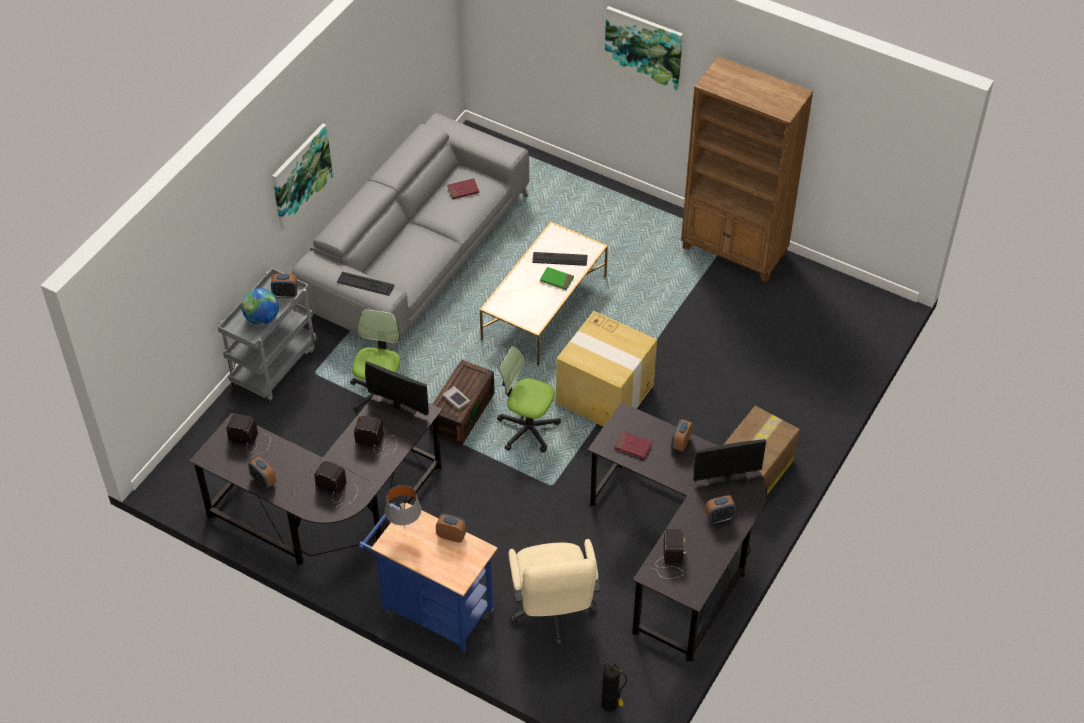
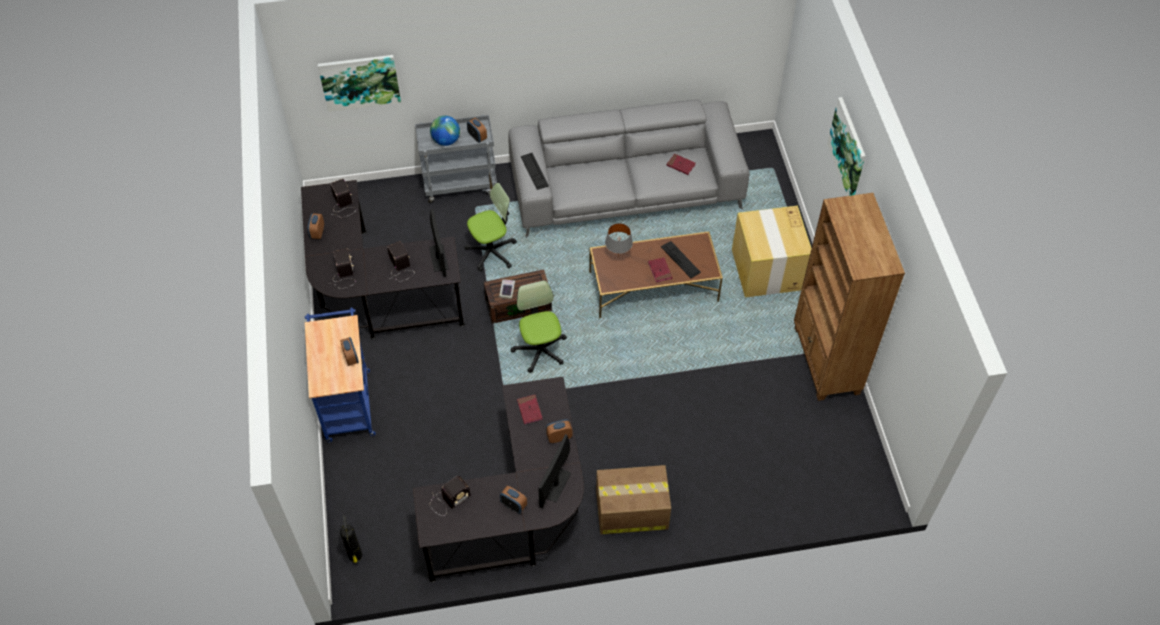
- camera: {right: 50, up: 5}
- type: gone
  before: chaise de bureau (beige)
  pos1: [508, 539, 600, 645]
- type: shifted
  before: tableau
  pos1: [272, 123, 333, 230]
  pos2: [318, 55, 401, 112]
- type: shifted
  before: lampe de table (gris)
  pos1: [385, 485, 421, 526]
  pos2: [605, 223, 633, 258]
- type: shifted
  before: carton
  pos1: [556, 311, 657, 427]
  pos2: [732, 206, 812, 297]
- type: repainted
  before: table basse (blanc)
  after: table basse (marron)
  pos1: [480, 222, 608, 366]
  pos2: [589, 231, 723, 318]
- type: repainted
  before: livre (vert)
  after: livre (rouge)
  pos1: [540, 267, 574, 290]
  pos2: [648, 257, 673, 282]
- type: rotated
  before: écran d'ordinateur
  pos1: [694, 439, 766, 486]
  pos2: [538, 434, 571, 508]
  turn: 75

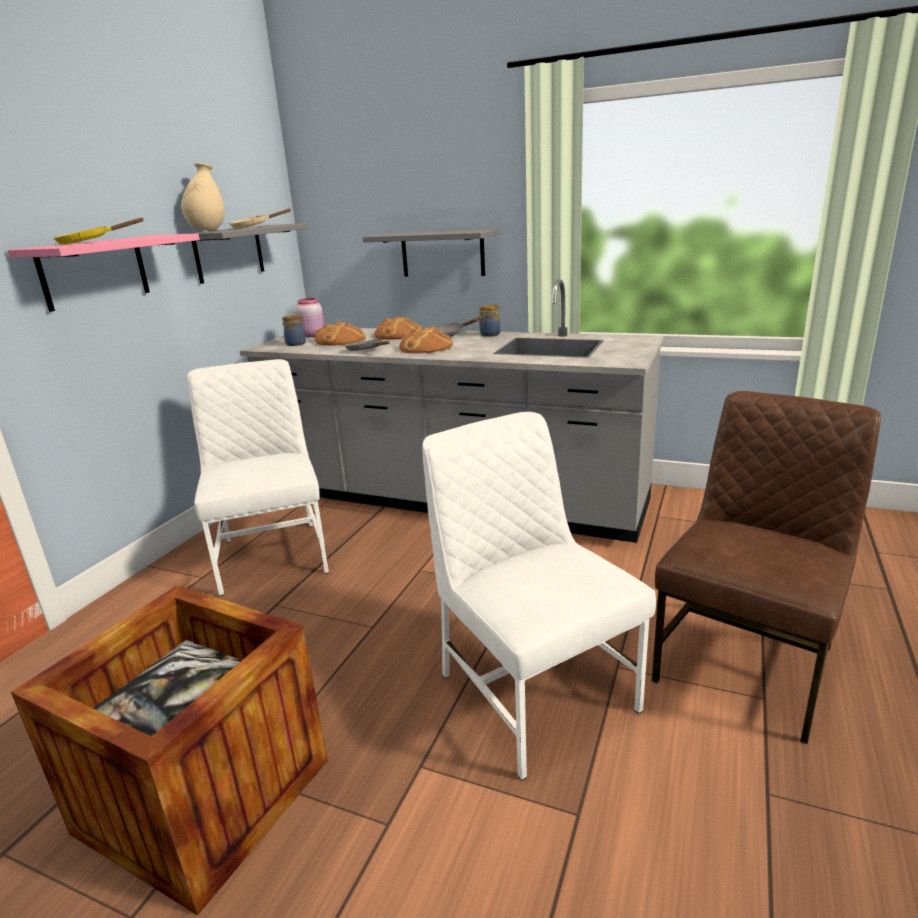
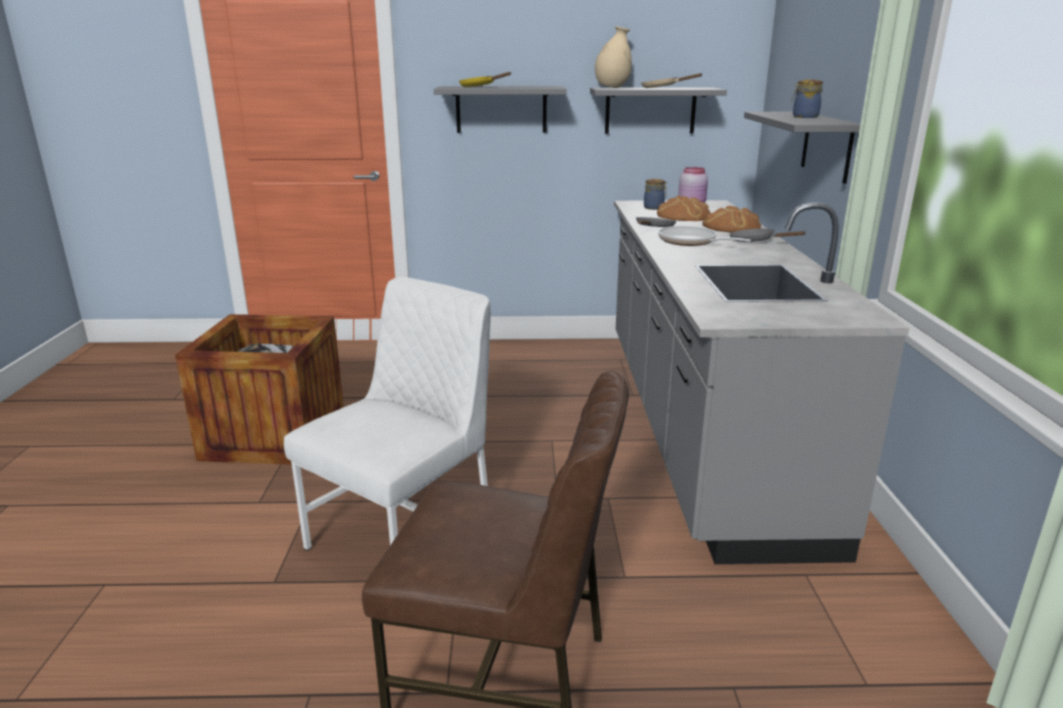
- camera: {right: 65, up: 0}
- type: gone
  before: chaise (blanc)
  pos1: [187, 359, 329, 596]
- type: shifted
  before: bocal
  pos1: [479, 305, 500, 337]
  pos2: [791, 80, 823, 118]
- type: swapped
  before: pain
  after: poêle
  pos1: [399, 326, 453, 353]
  pos2: [658, 226, 751, 246]
- type: repainted
  before: étagère (rose)
  after: étagère (gris)
  pos1: [7, 233, 200, 312]
  pos2: [434, 86, 567, 133]

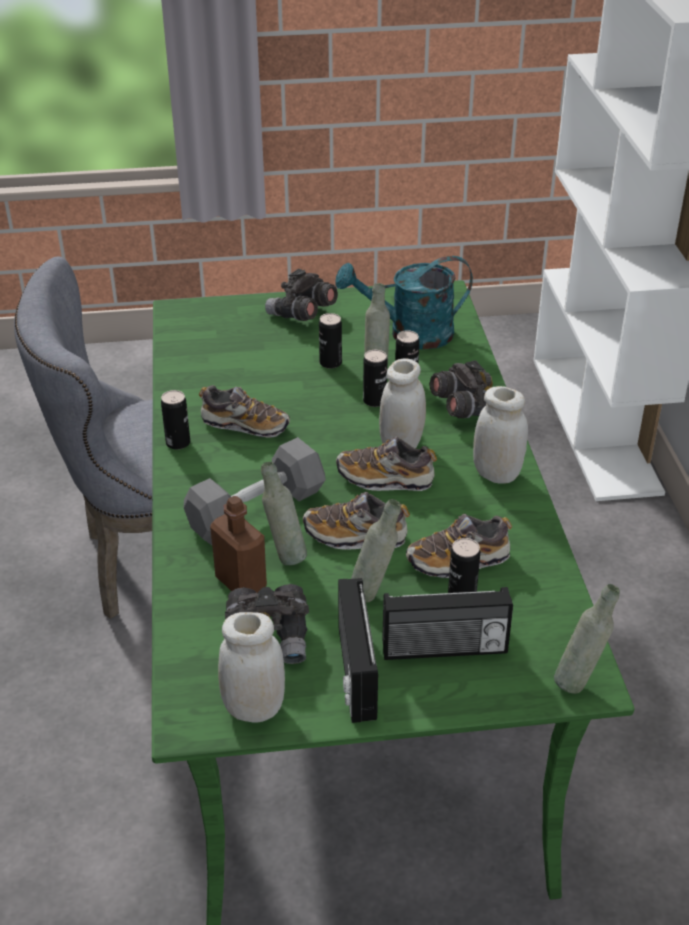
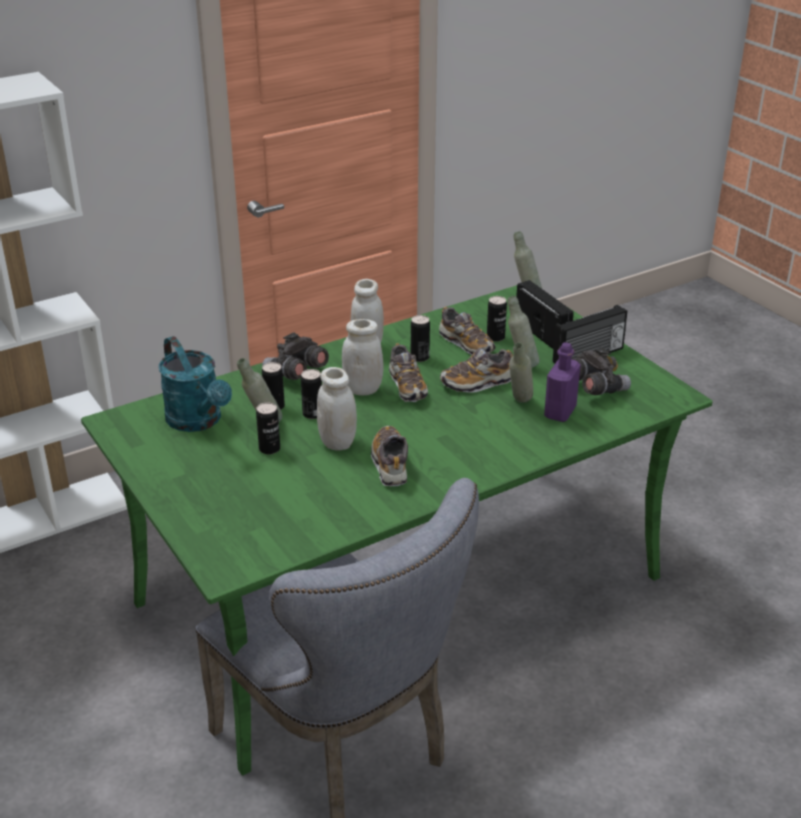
- camera: {right: -115, up: -5}
- type: gone
  before: haltère (gris)
  pos1: [184, 437, 326, 545]
- type: gone
  before: jumelles (gris)
  pos1: [265, 269, 338, 321]
- type: shifted
  before: boîte métallique
  pos1: [161, 390, 190, 450]
  pos2: [411, 315, 430, 362]
- type: shifted
  before: bocal (blanc)
  pos1: [218, 612, 285, 723]
  pos2: [317, 367, 357, 451]
- type: repainted
  before: bouteille (marron)
  after: bouteille (violet)
  pos1: [210, 496, 267, 593]
  pos2: [544, 342, 581, 422]
- type: rotated
  before: chaussure
  pos1: [303, 492, 410, 550]
  pos2: [440, 348, 513, 393]
  turn: 90

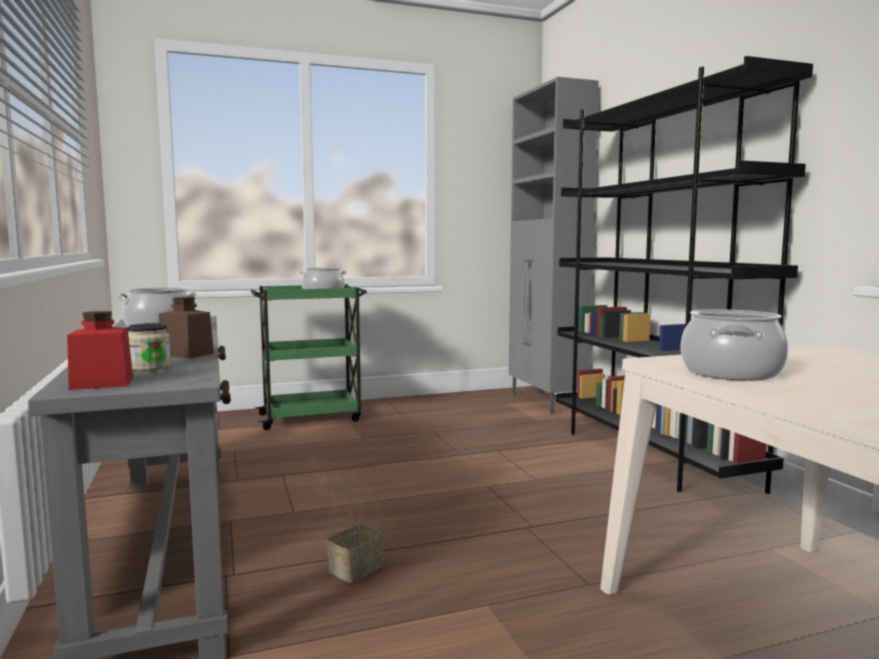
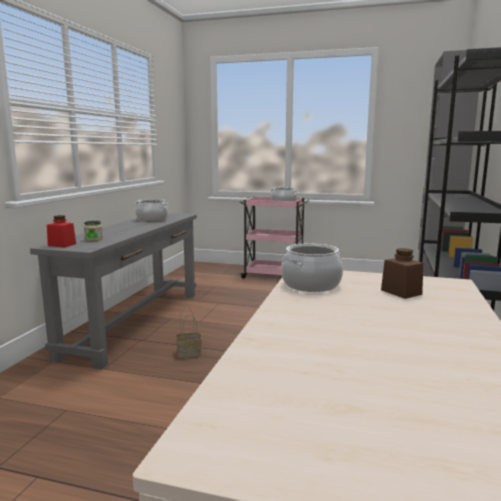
- camera: {right: 35, up: 5}
- type: shifted
  before: bocal (marron)
  pos1: [159, 297, 214, 359]
  pos2: [381, 248, 423, 299]
- type: repainted
  before: chariot (vert)
  after: chariot (rose)
  pos1: [251, 284, 367, 430]
  pos2: [239, 196, 309, 279]

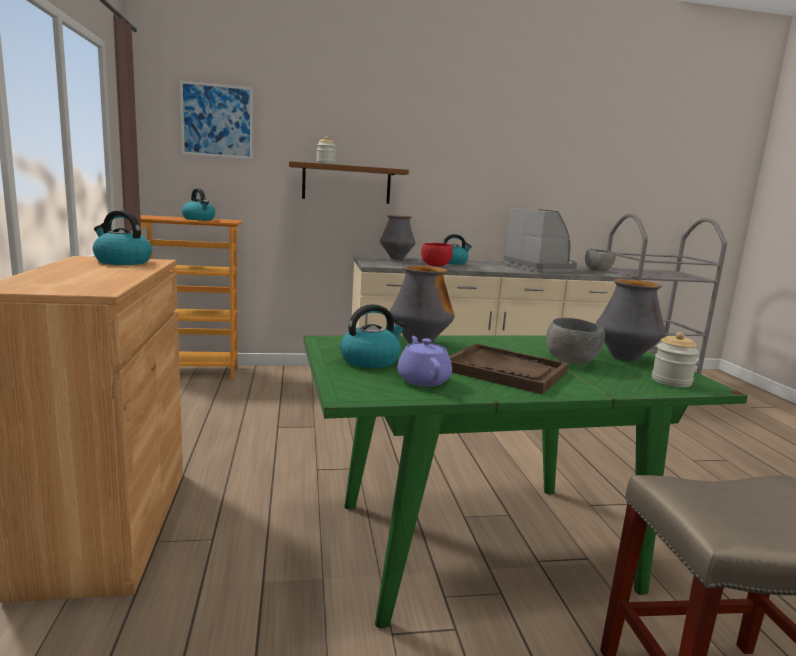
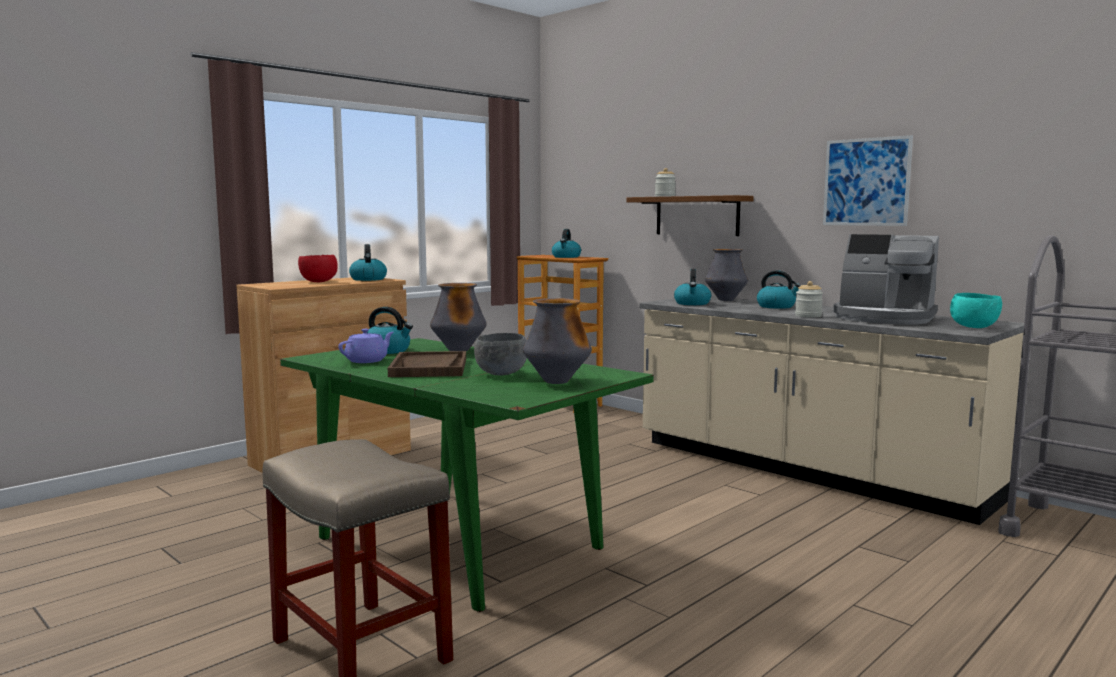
- camera: {right: 55, up: -5}
- type: new
  after: bouilloire
  pos2: [674, 269, 711, 305]
- type: shifted
  before: tableau
  pos1: [180, 81, 253, 159]
  pos2: [823, 135, 913, 226]
- type: shifted
  before: bol (rouge)
  pos1: [421, 243, 453, 267]
  pos2: [298, 255, 338, 282]
- type: shifted
  before: bocal
  pos1: [652, 332, 699, 387]
  pos2: [795, 281, 823, 318]
- type: repainted
  before: bol (gris)
  after: bol (turquoise)
  pos1: [585, 249, 616, 271]
  pos2: [950, 293, 1002, 328]
- type: rotated
  before: machine à café
  pos1: [504, 208, 577, 272]
  pos2: [833, 234, 939, 324]
  turn: 90

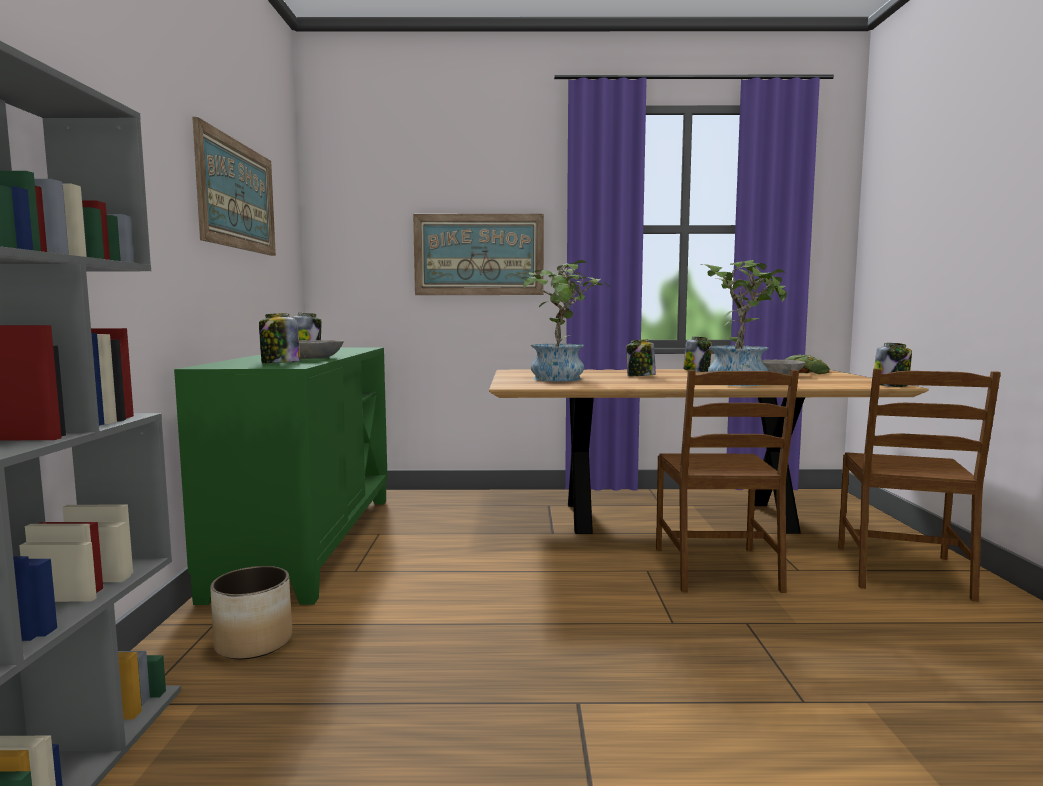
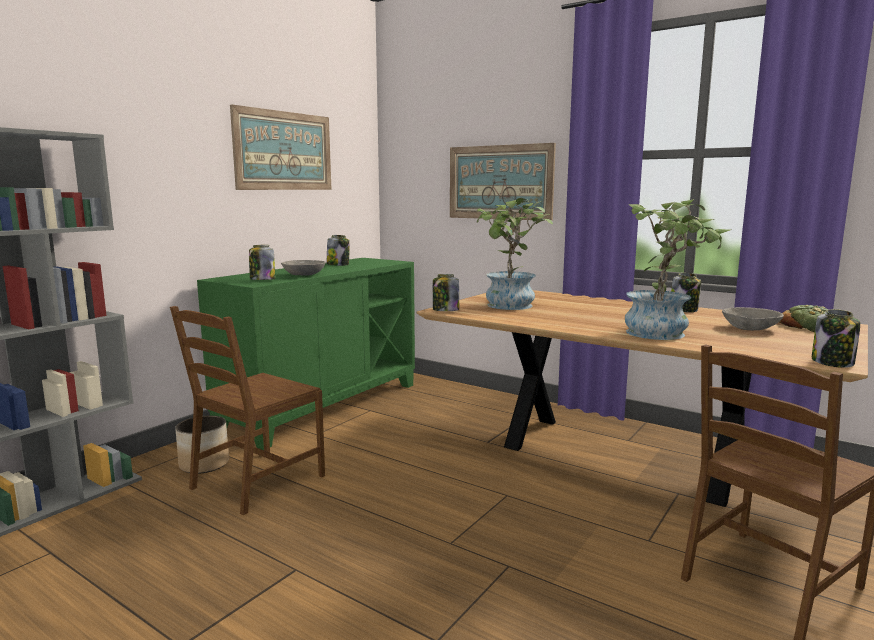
- camera: {right: 35, up: 5}
- type: shifted
  before: bocal
  pos1: [626, 339, 656, 376]
  pos2: [433, 274, 459, 311]
- type: shifted
  before: chaise (marron)
  pos1: [656, 370, 799, 593]
  pos2: [170, 306, 325, 515]

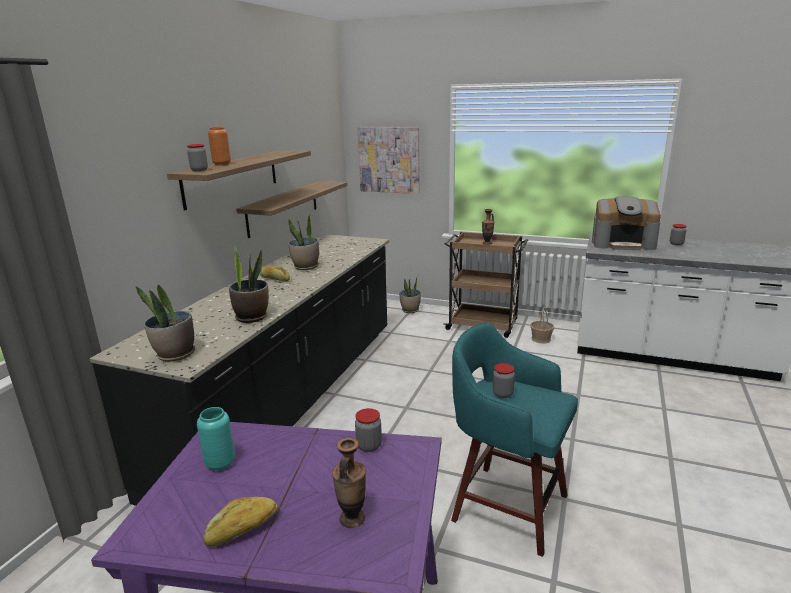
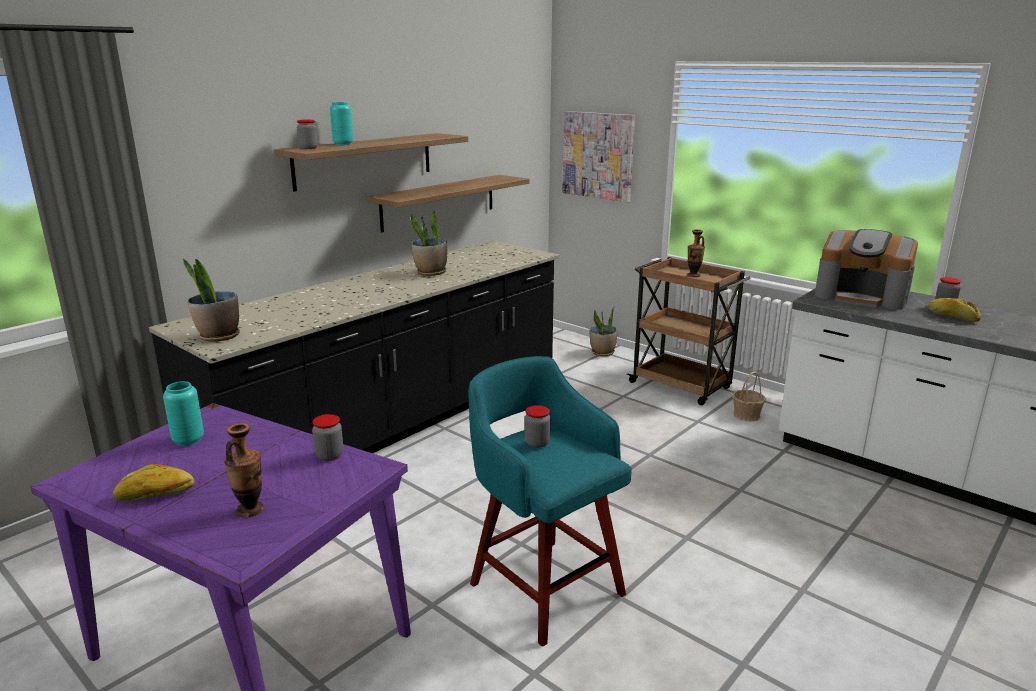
- camera: {right: 20, up: 0}
- type: gone
  before: plante en pot
  pos1: [229, 246, 269, 323]
- type: shifted
  before: pain
  pos1: [260, 266, 290, 282]
  pos2: [928, 298, 981, 322]
- type: repainted
  before: vase (orange)
  after: vase (turquoise)
  pos1: [208, 127, 231, 165]
  pos2: [330, 102, 353, 145]

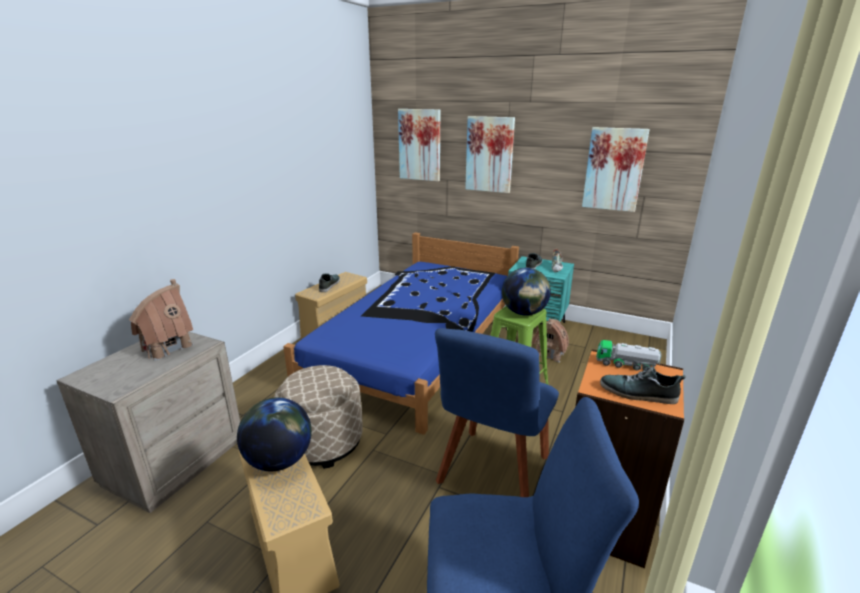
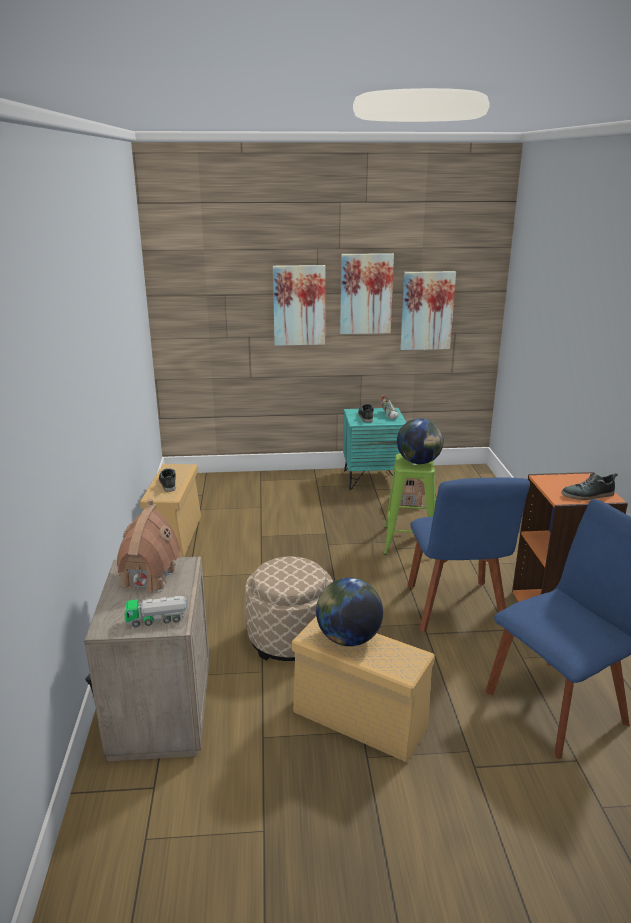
- camera: {right: -30, up: 0}
- type: gone
  before: lit (bleu)
  pos1: [283, 233, 519, 435]
- type: shifted
  before: tableau
  pos1: [398, 109, 440, 181]
  pos2: [340, 253, 394, 334]
- type: shifted
  before: camion jouet
  pos1: [596, 340, 662, 371]
  pos2: [124, 596, 188, 627]

